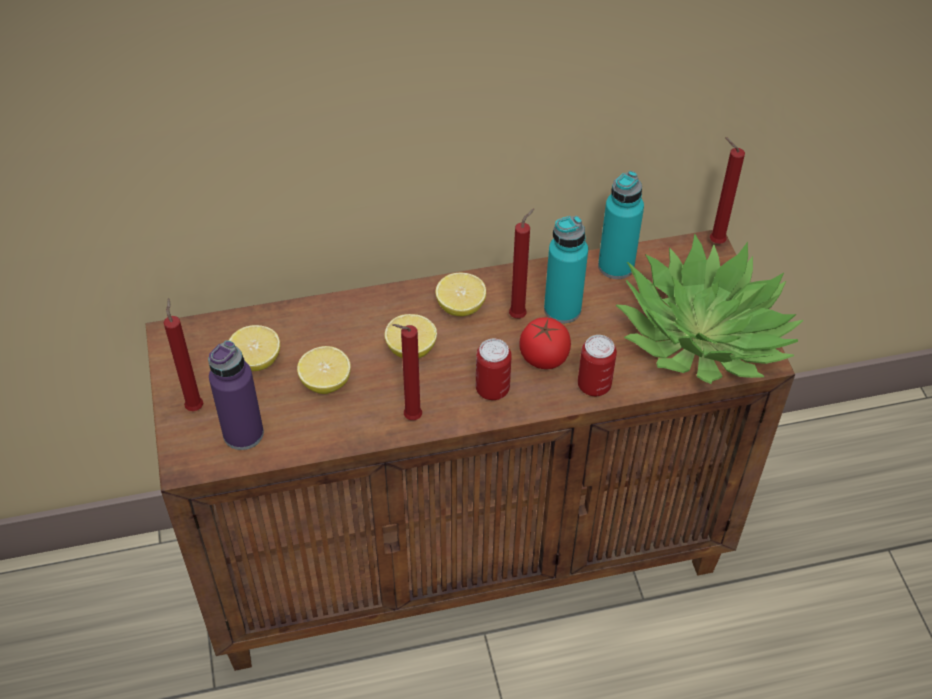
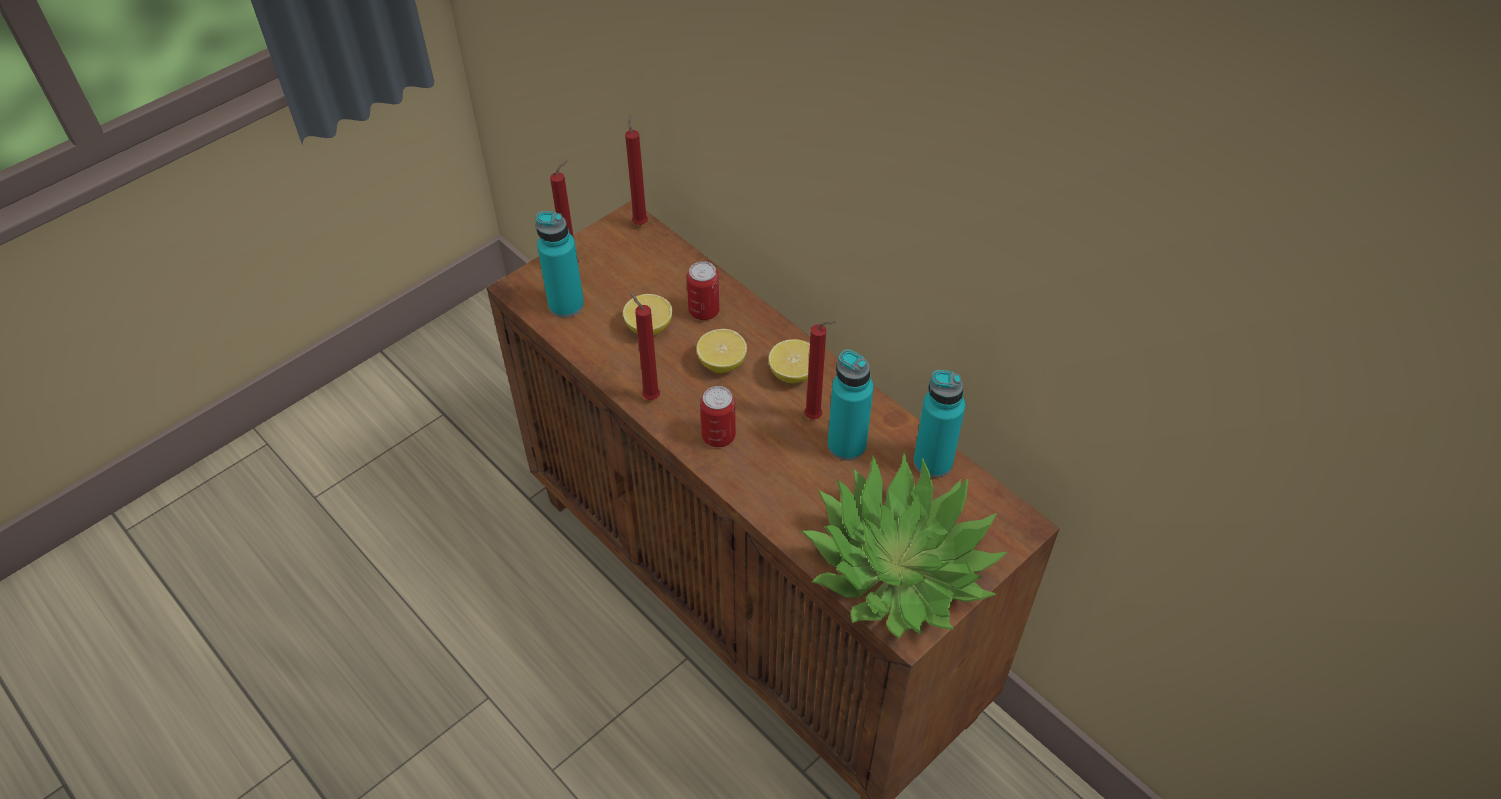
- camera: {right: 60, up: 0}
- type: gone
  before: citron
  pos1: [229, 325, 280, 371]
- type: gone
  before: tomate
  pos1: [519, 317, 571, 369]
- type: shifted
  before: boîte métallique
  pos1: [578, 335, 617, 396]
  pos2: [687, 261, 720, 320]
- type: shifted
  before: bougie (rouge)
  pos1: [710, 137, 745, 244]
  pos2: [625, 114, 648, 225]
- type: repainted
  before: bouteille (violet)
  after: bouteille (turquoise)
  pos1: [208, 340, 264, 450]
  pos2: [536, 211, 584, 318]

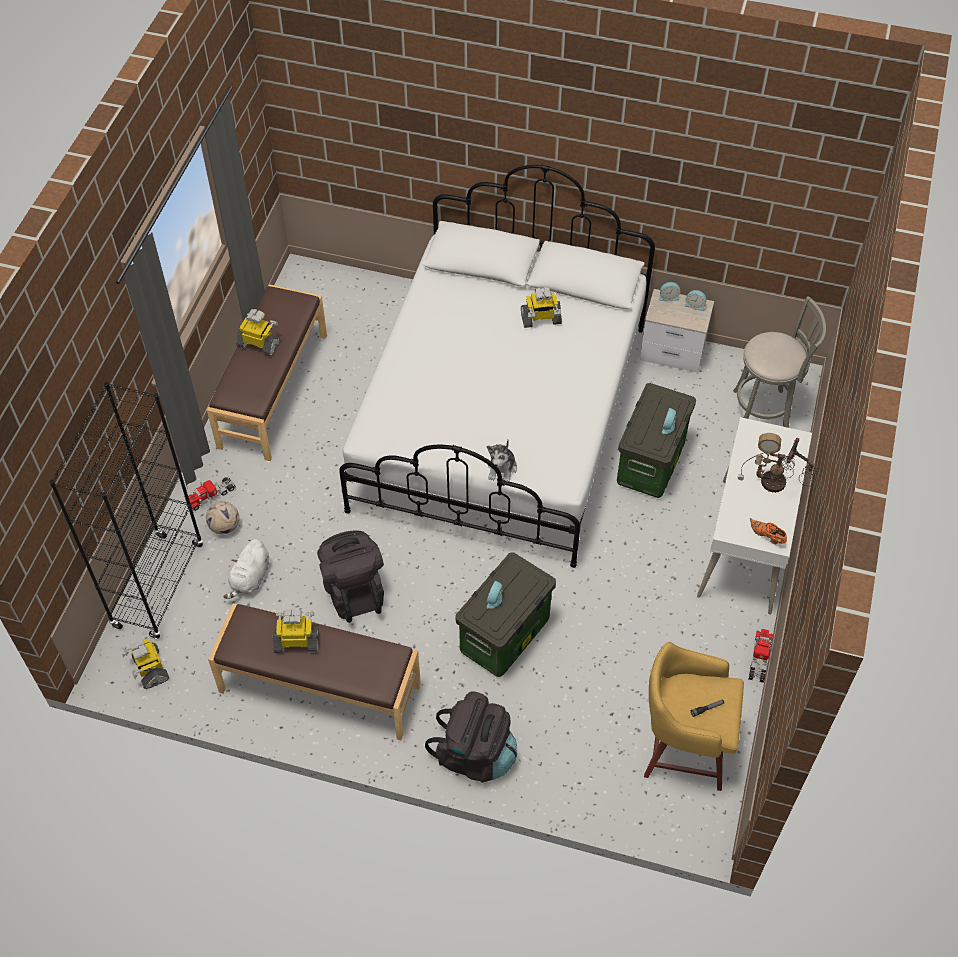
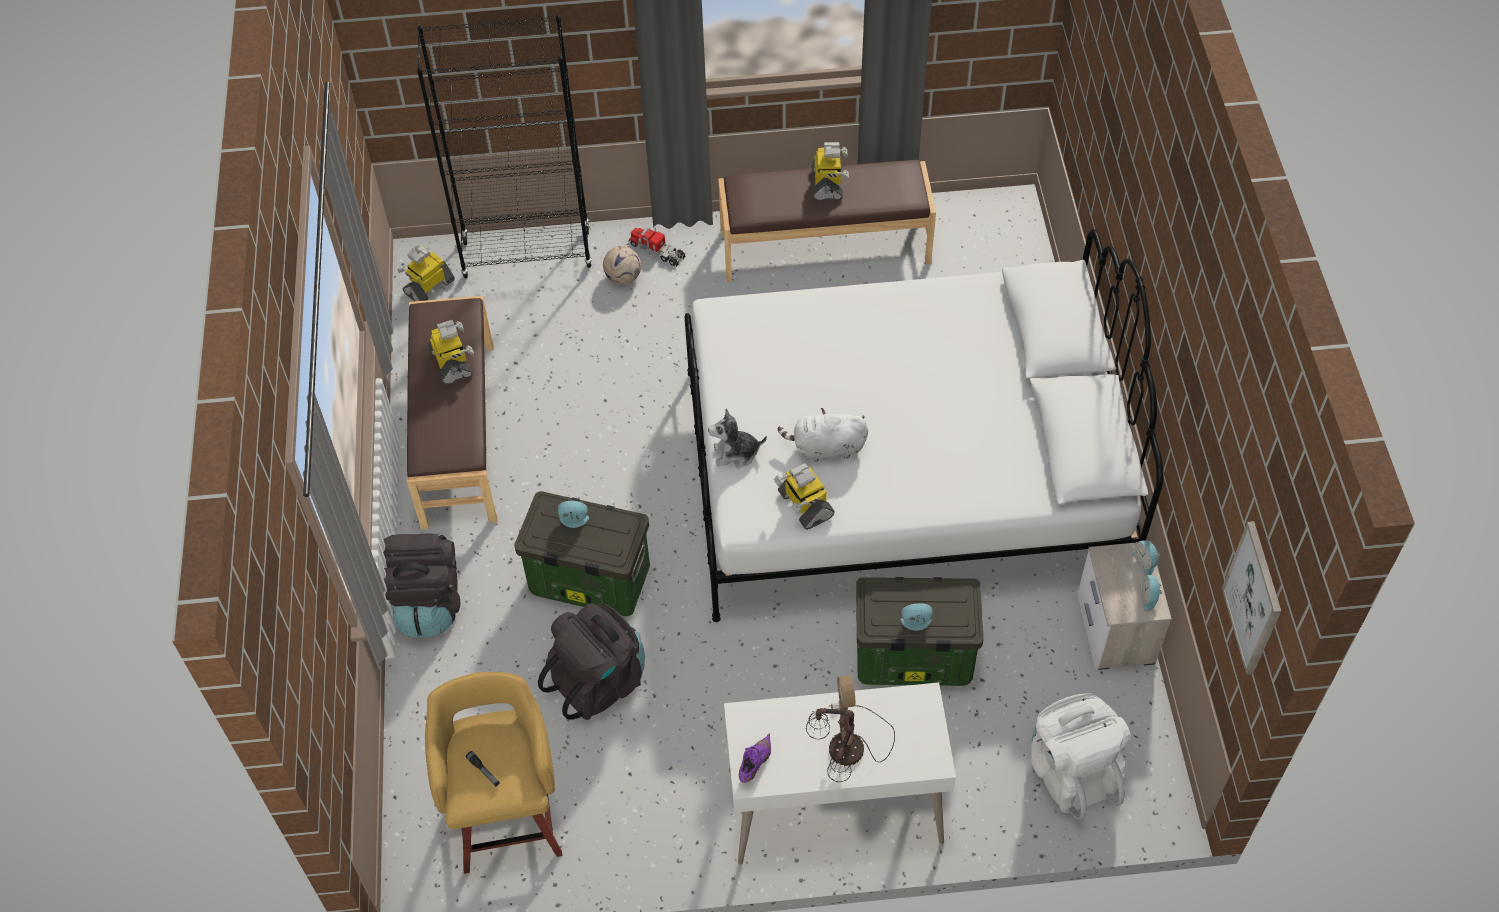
- camera: {right: 70, up: 0}
- type: gone
  before: camion jouet
  pos1: [749, 629, 773, 683]
- type: new
  after: tableau
  pos2: [1222, 521, 1281, 675]
- type: shifted
  before: peluche (blanc)
  pos1: [224, 539, 269, 599]
  pos2: [778, 408, 868, 462]
- type: shifted
  before: sac à dos (noir)
  pos1: [317, 530, 384, 623]
  pos2: [538, 603, 645, 720]
- type: shifted
  before: robot jouet
  pos1: [521, 287, 562, 328]
  pos2: [774, 463, 835, 530]
- type: swapped
  before: tabouret (gris)
  after: sac à dos (blanc)
  pos1: [733, 296, 826, 428]
  pos2: [1031, 693, 1131, 820]
- type: repainted
  before: chaussure (orange)
  after: chaussure (violet)
  pos1: [750, 518, 787, 544]
  pos2: [739, 734, 771, 783]

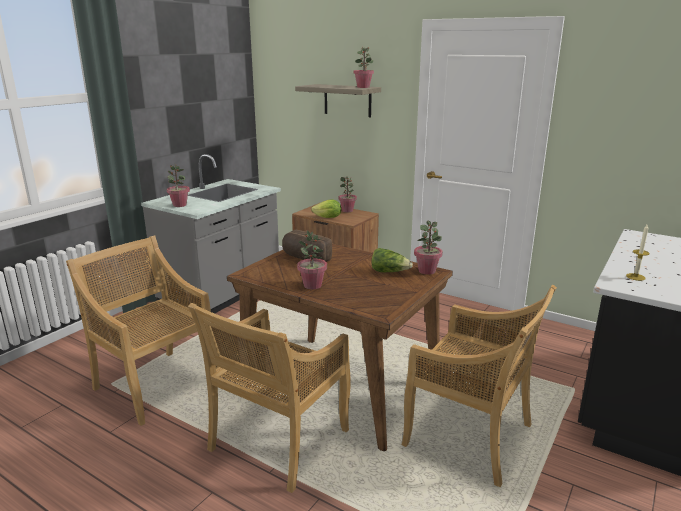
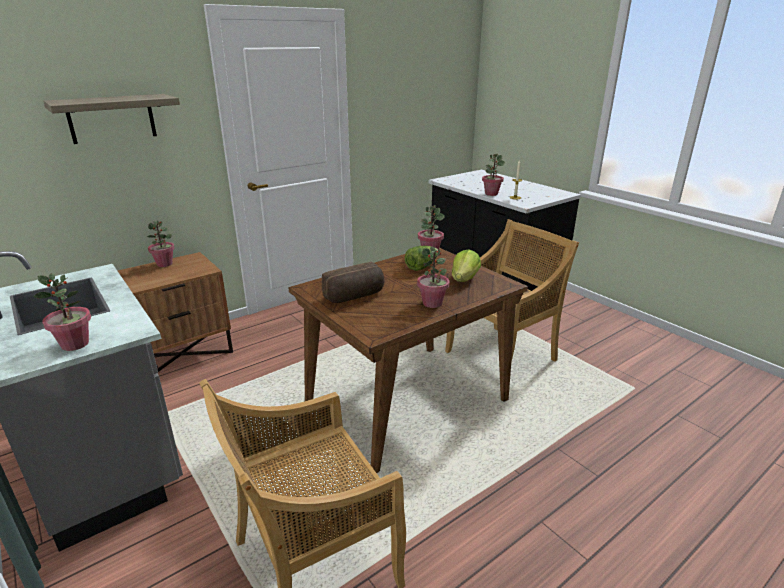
- camera: {right: -70, up: 5}
- type: gone
  before: chaise (beige)
  pos1: [188, 303, 351, 493]
- type: shifted
  before: laitue
  pos1: [311, 199, 341, 218]
  pos2: [452, 249, 481, 282]
- type: shifted
  before: plante en pot
  pos1: [353, 47, 374, 88]
  pos2: [482, 154, 505, 196]

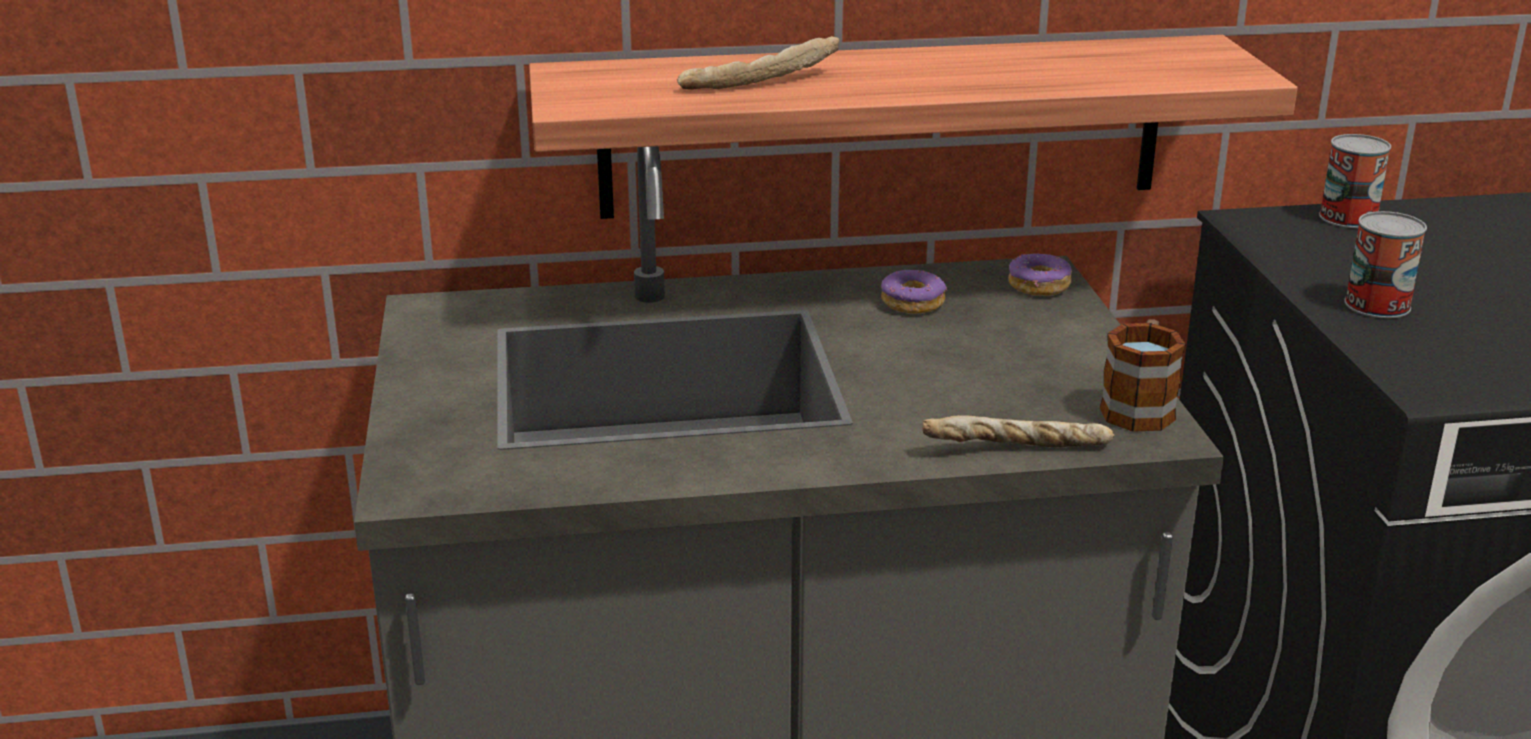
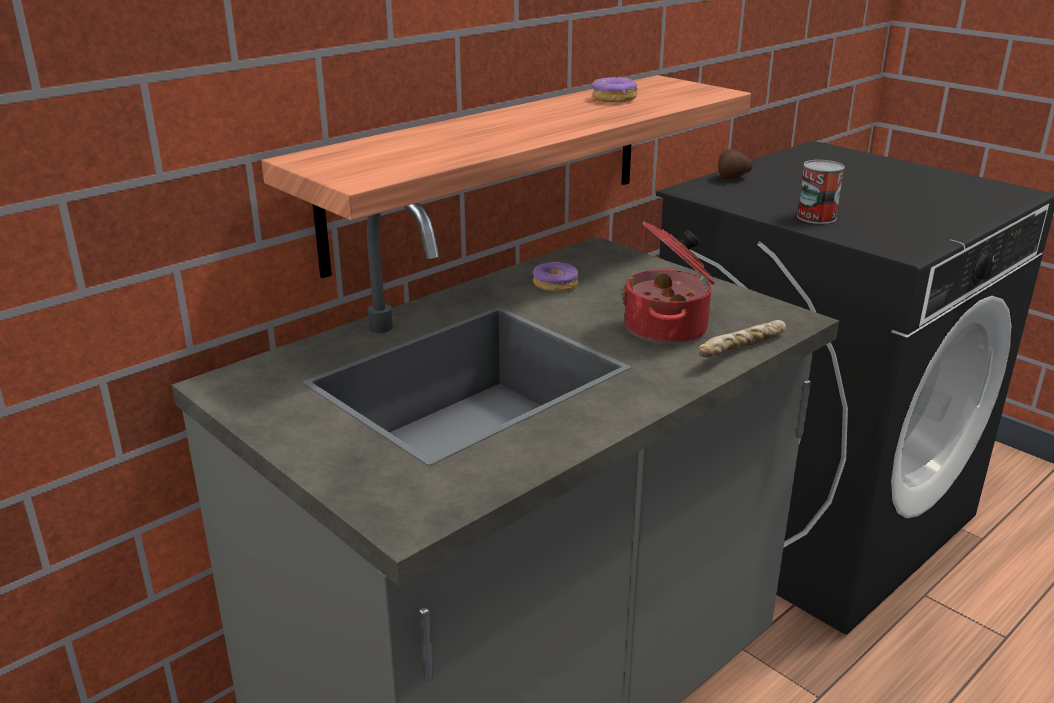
- camera: {right: -35, up: 0}
- type: gone
  before: pain
  pos1: [677, 36, 839, 89]
- type: gone
  before: mug
  pos1: [1100, 319, 1186, 432]
- type: new
  after: marmite
  pos2: [622, 222, 715, 344]
- type: shifted
  before: beignet
  pos1: [1008, 253, 1072, 296]
  pos2: [592, 77, 637, 102]
- type: swapped
  before: boîte métallique
  after: pomme de terre
  pos1: [1319, 134, 1391, 228]
  pos2: [718, 149, 753, 179]

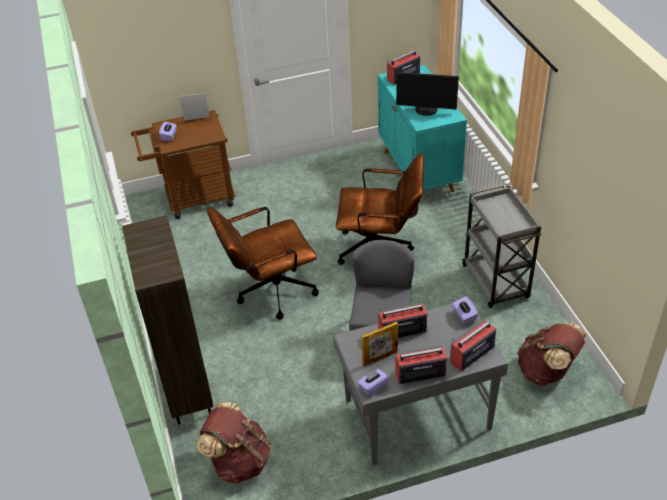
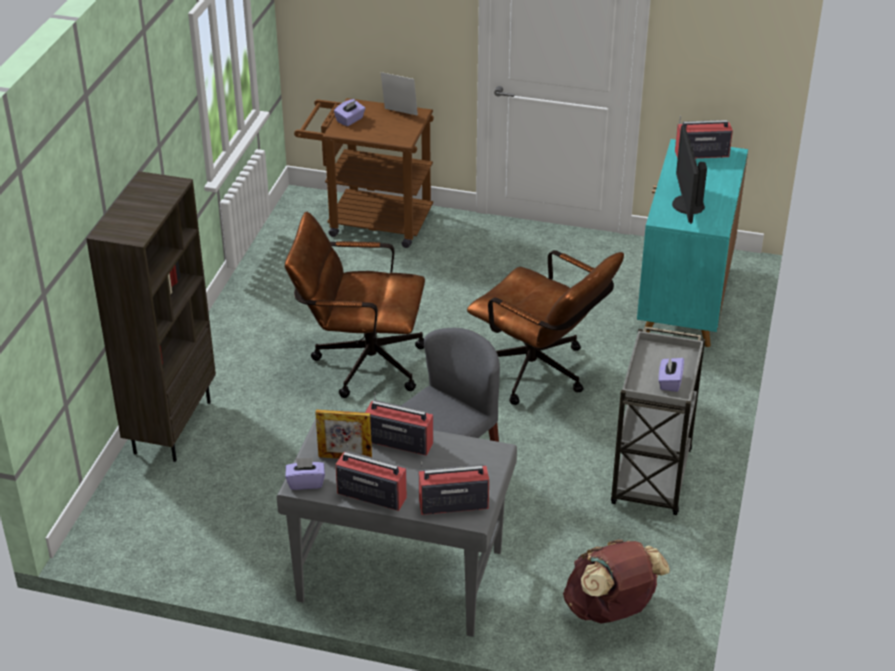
- camera: {right: 30, up: -5}
- type: gone
  before: sac à dos (marron)
  pos1: [197, 402, 271, 484]
- type: shifted
  before: boîte à mouchoirs (violet)
  pos1: [452, 296, 478, 325]
  pos2: [658, 357, 684, 392]
- type: rotated
  before: écran d'ordinateur
  pos1: [396, 72, 459, 116]
  pos2: [672, 125, 707, 224]
  turn: 45

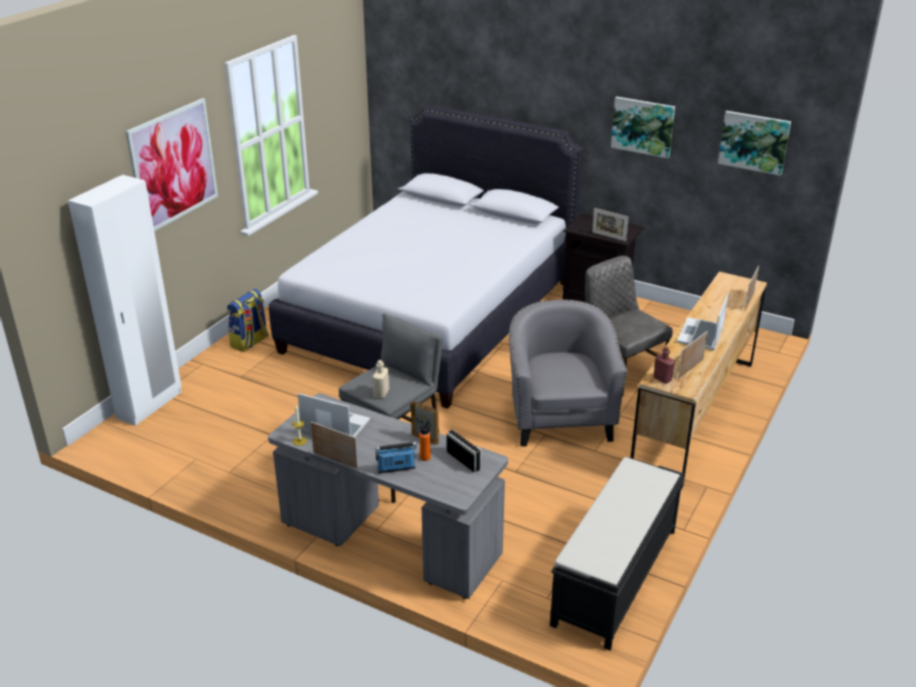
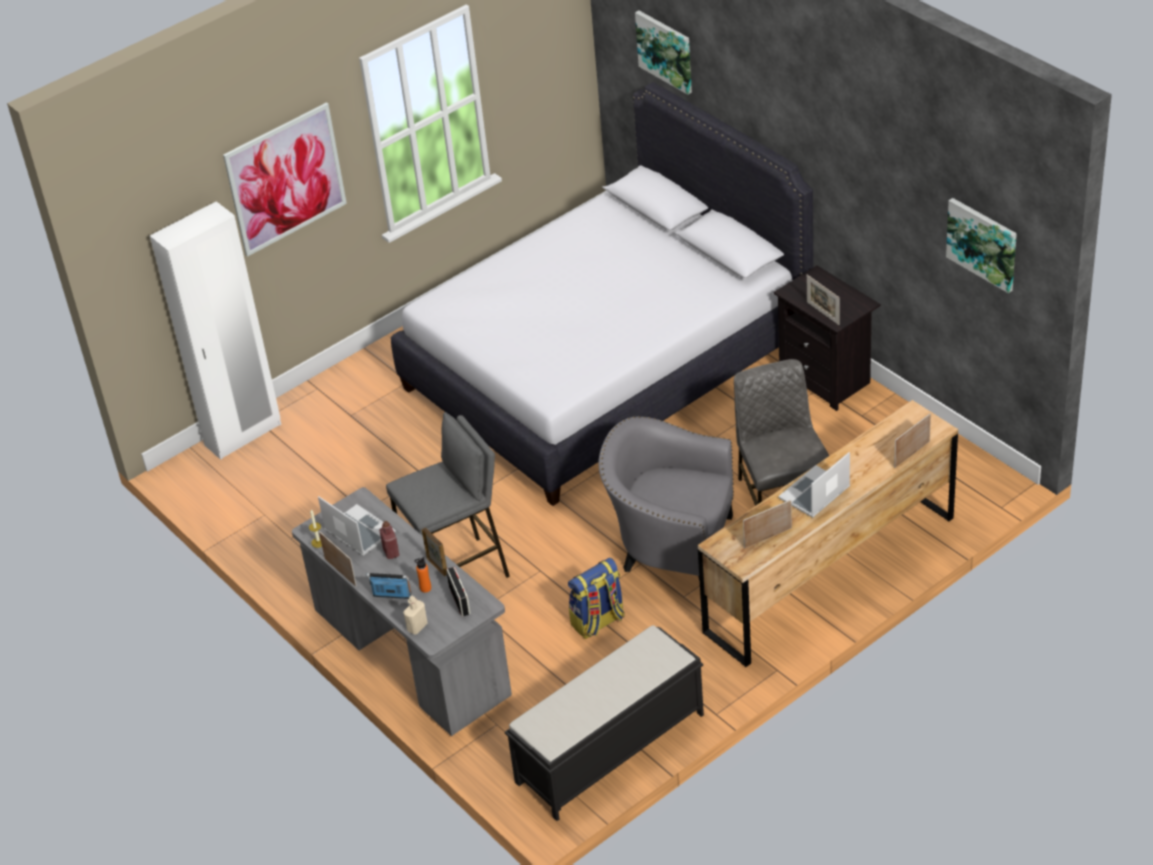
- camera: {right: 25, up: 10}
- type: shifted
  before: sac à dos
  pos1: [227, 289, 269, 352]
  pos2: [568, 558, 625, 639]
- type: shifted
  before: bouteille (beige)
  pos1: [372, 360, 389, 398]
  pos2: [403, 596, 428, 634]
- type: shifted
  before: tableau
  pos1: [611, 97, 675, 158]
  pos2: [635, 11, 692, 95]
- type: shifted
  before: bouteille (rouge)
  pos1: [653, 347, 675, 384]
  pos2: [379, 521, 399, 559]
- type: rotated
  before: fauteuil (gris)
  pos1: [509, 300, 627, 447]
  pos2: [598, 416, 734, 581]
  turn: -90

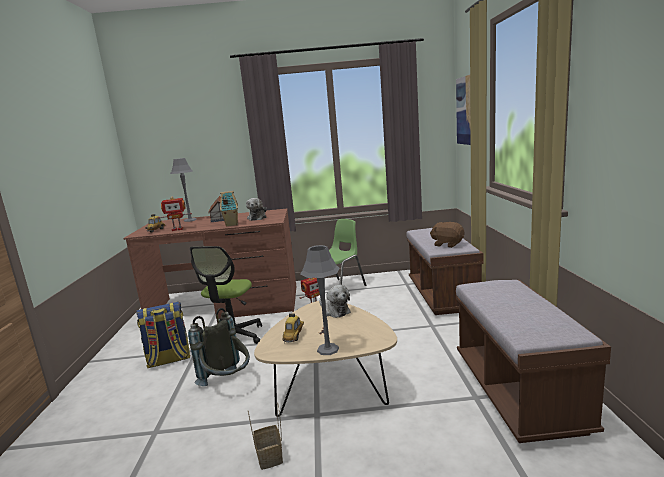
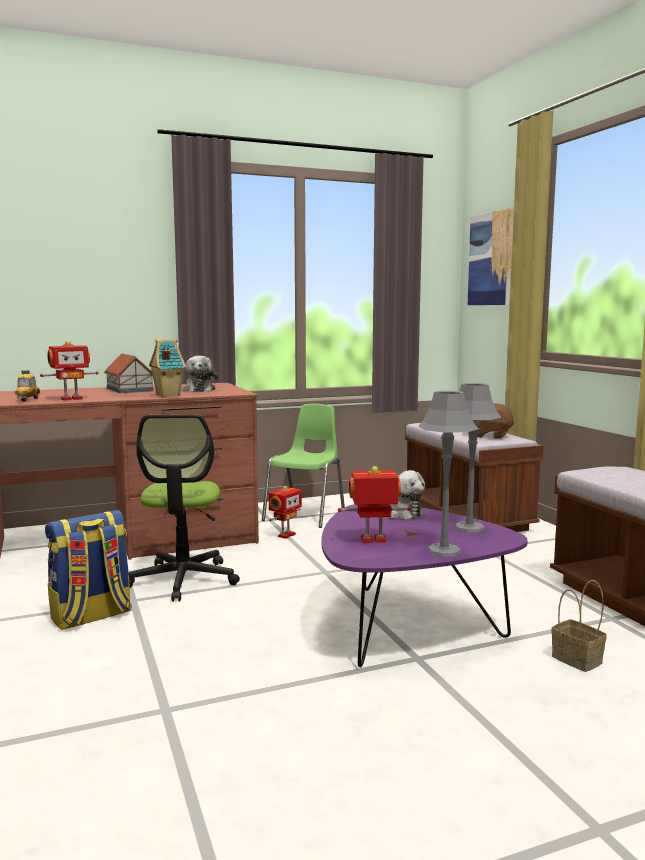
- camera: {right: -20, up: -5}
- type: gone
  before: sac à dos (gris)
  pos1: [188, 308, 250, 386]
- type: shifted
  before: lampe de table (gris)
  pos1: [170, 158, 197, 222]
  pos2: [454, 383, 501, 532]
- type: shifted
  before: panier
  pos1: [248, 402, 283, 470]
  pos2: [551, 580, 607, 672]
- type: swapped
  before: petite voiture
  after: robot jouet
  pos1: [283, 313, 304, 343]
  pos2: [338, 466, 411, 543]
- type: repainted
  before: table basse (beige)
  after: table basse (violet)
  pos1: [254, 301, 397, 417]
  pos2: [322, 504, 528, 667]

